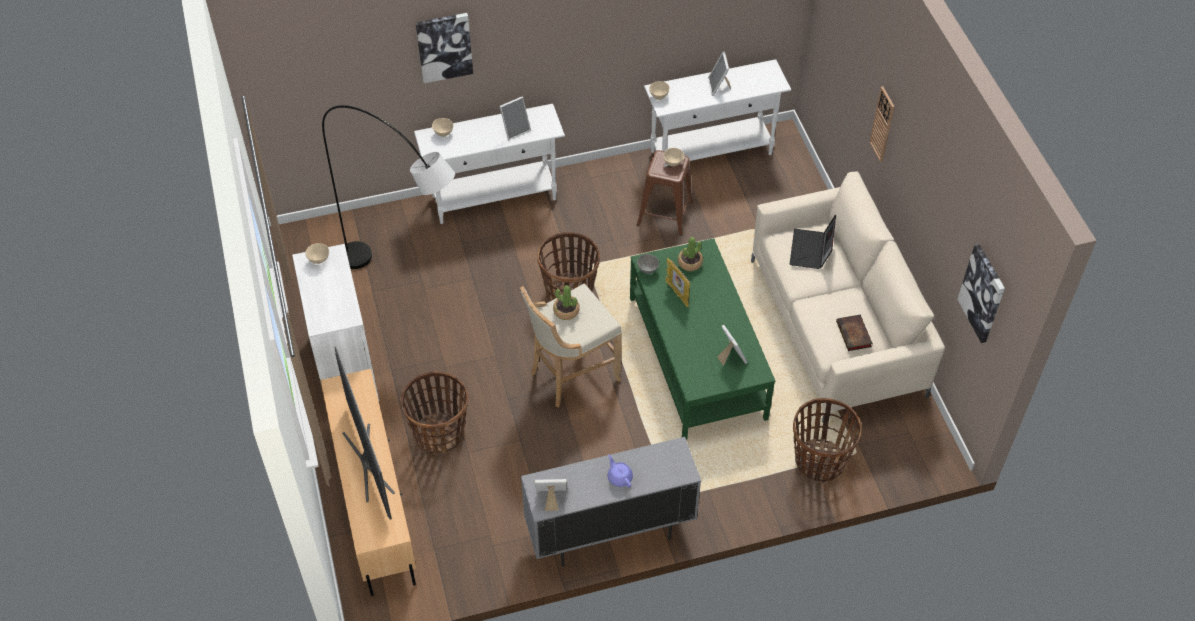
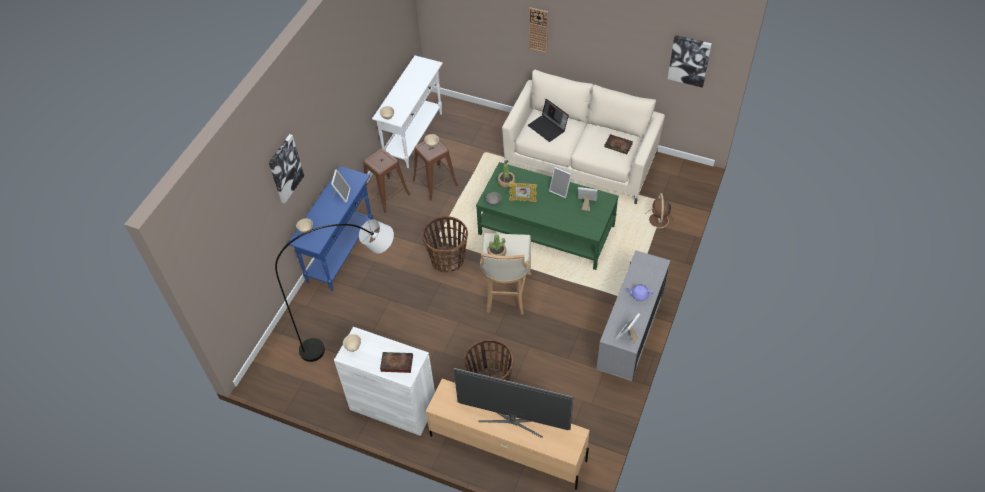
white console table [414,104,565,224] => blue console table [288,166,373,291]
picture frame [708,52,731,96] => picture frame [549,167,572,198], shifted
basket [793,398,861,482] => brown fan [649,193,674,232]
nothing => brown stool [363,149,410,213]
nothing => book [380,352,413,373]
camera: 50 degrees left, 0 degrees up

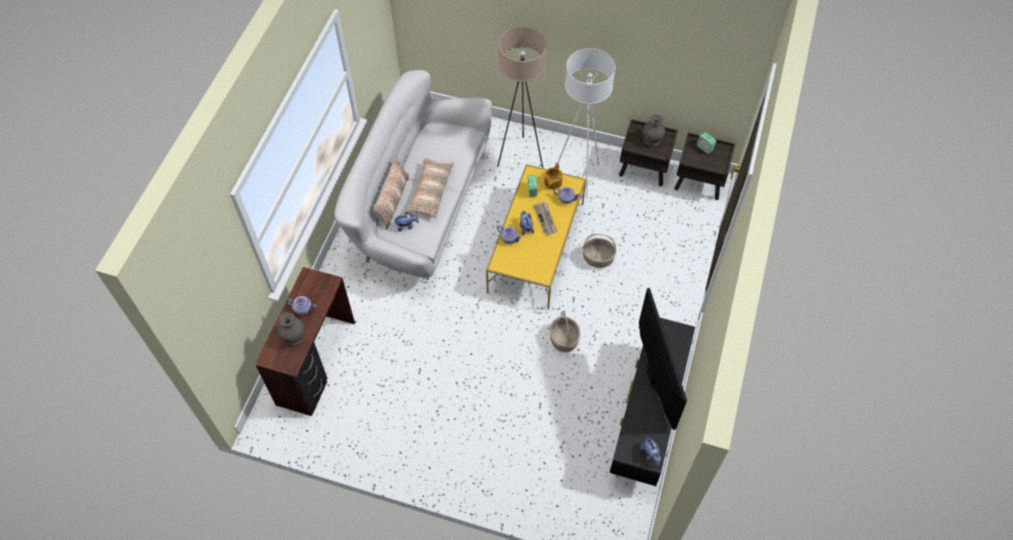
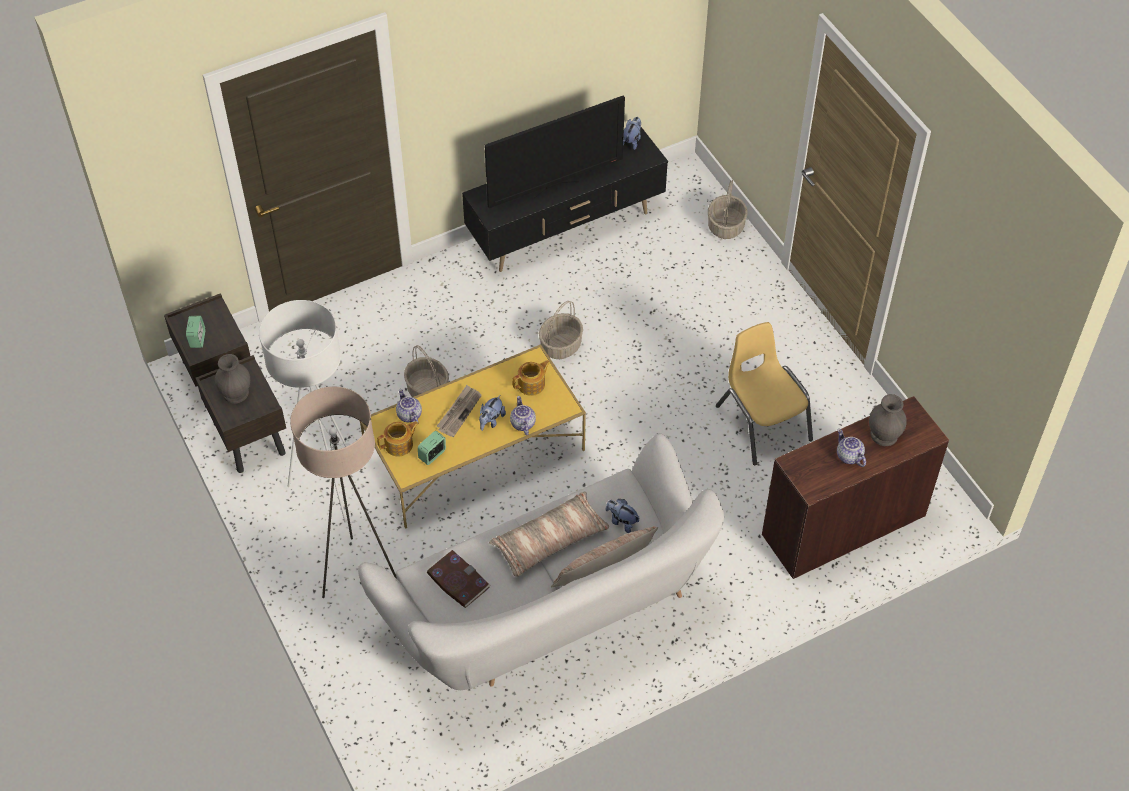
television [639,288,687,430] => television [484,96,625,208], 150 degrees counterclockwise
nothing => book [427,550,491,608]
nothing => teapot [512,360,551,396]
nothing => basket [708,180,747,239]
nothing => yellow chair [716,322,813,465]
camera: 135 degrees left, 5 degrees down

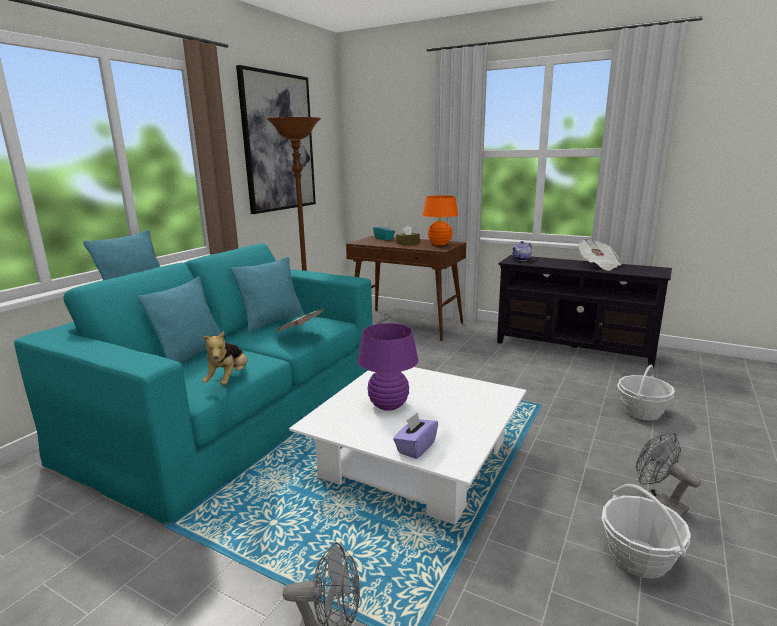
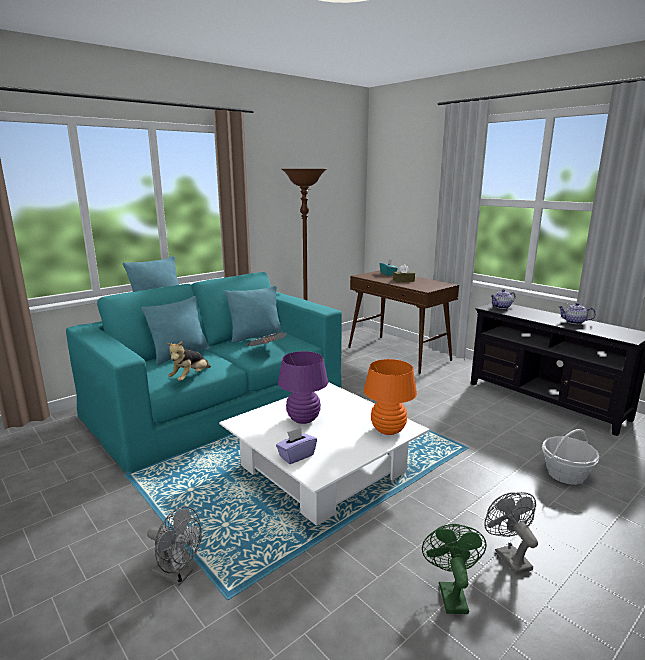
picture [236,65,316,214] => nothing
orange table lamp [423,196,458,245] => orange table lamp [364,359,417,435], shifted
newspaper [578,239,622,271] => teapot [558,303,596,324]
basket [602,484,691,579] => green fan [422,524,487,614]
camera: 20 degrees right, 0 degrees up

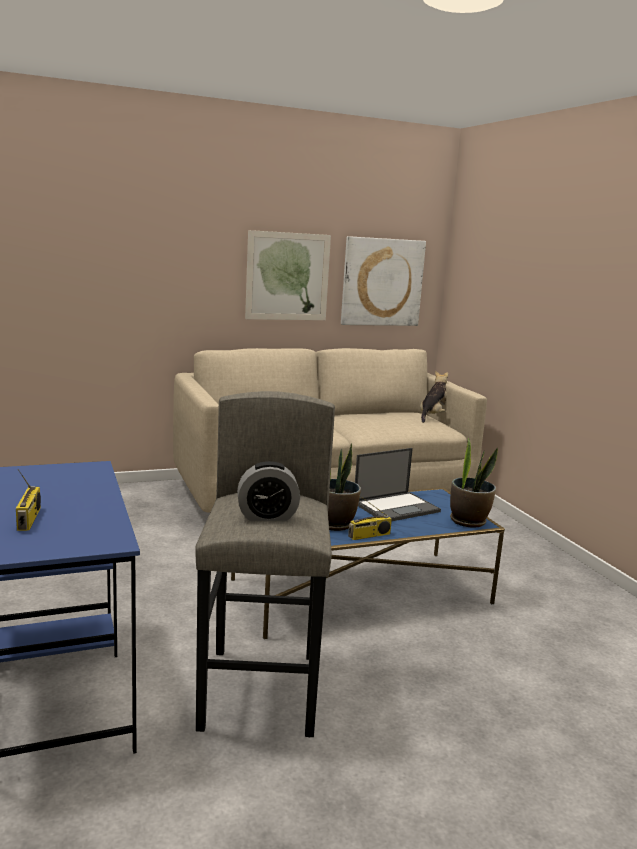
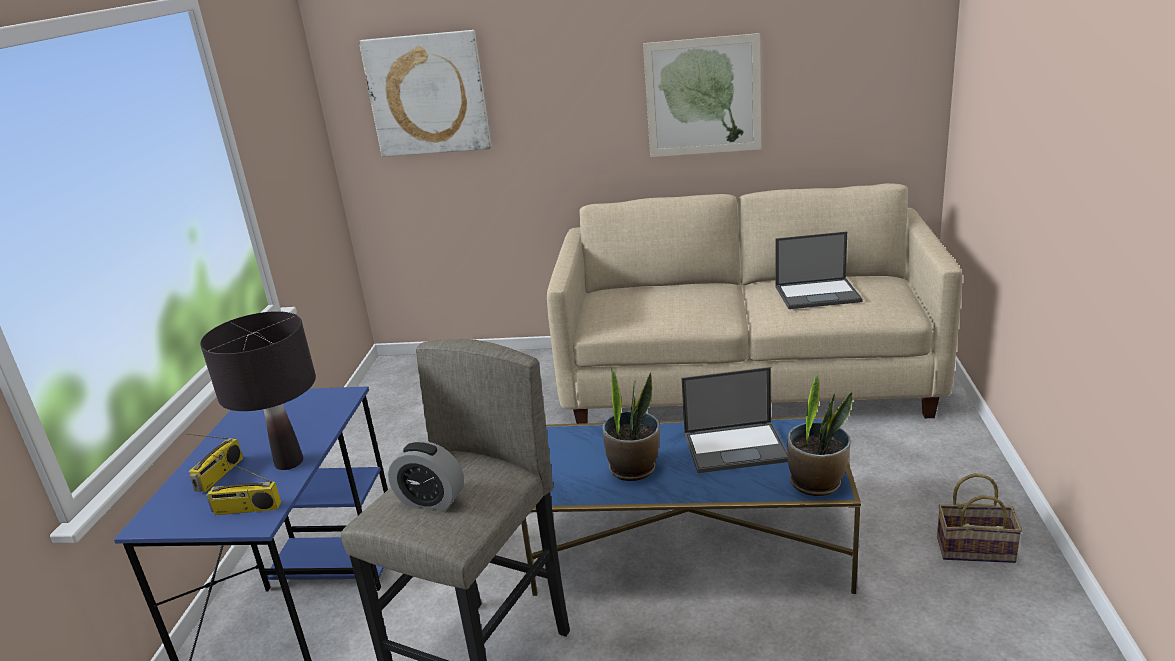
picture [341,236,426,326] => picture [359,30,491,157], shifted
radio [348,495,392,540] => radio [206,454,281,515], shifted
plush toy [420,371,448,423] => nothing
nothing => black table lamp [200,311,316,470]
nothing => laptop [775,231,863,309]
nothing => basket [937,473,1022,563]
camera: 30 degrees right, 10 degrees up

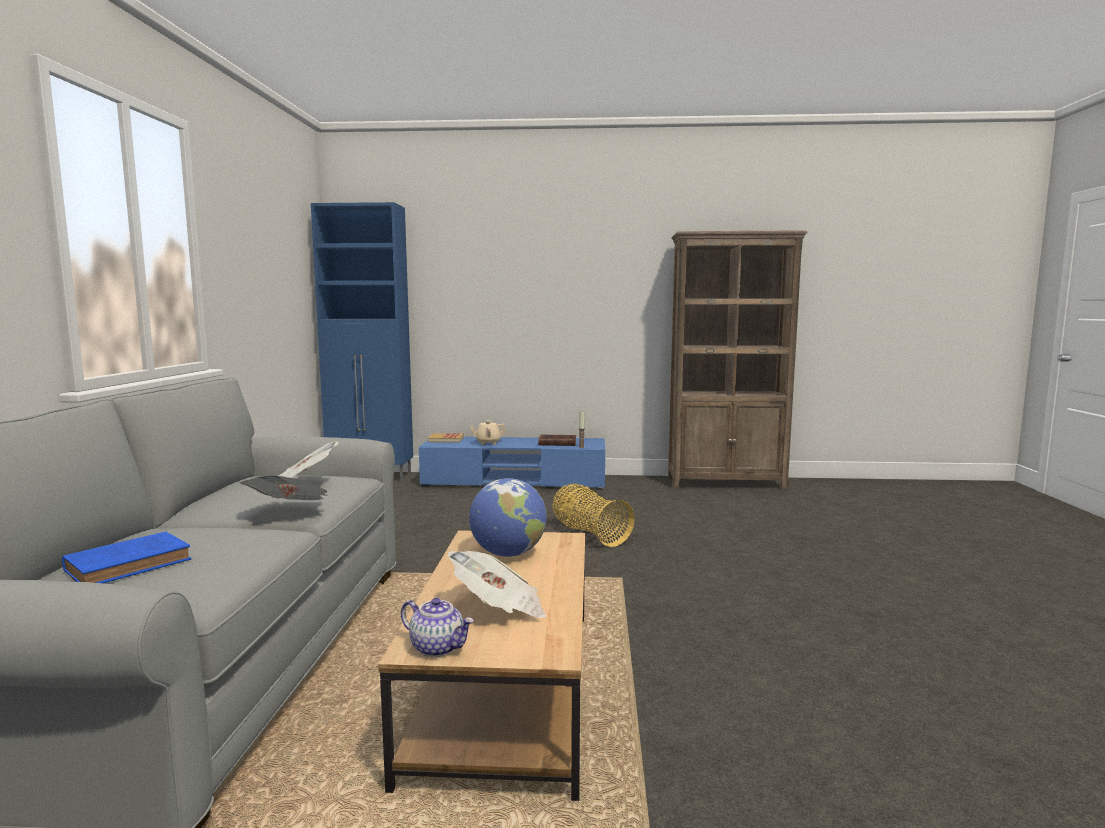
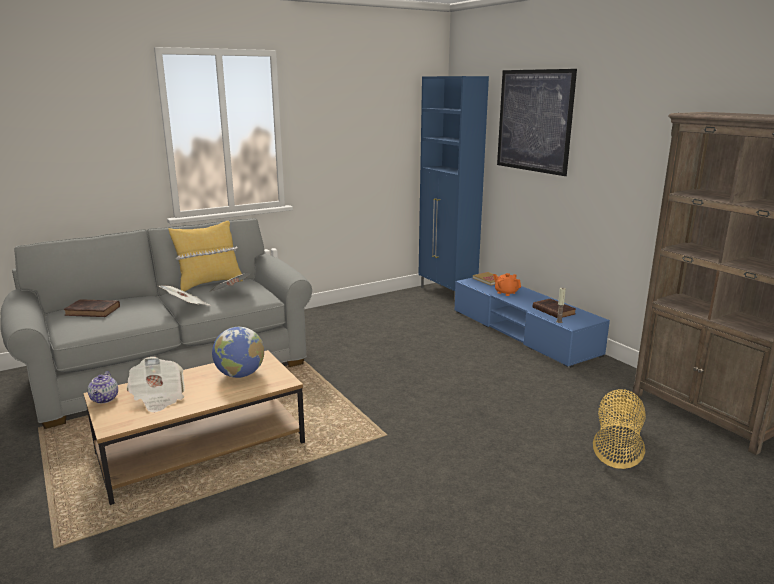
blue book [62,532,191,583] => brown book [64,299,120,317]
beige teapot [470,420,506,445] => orange teapot [493,273,521,296]
basket [552,484,635,547] => basket [593,389,646,469], shifted
nothing => yellow pillow [168,221,243,292]
nothing => picture [497,69,577,176]
camera: 55 degrees right, 10 degrees up

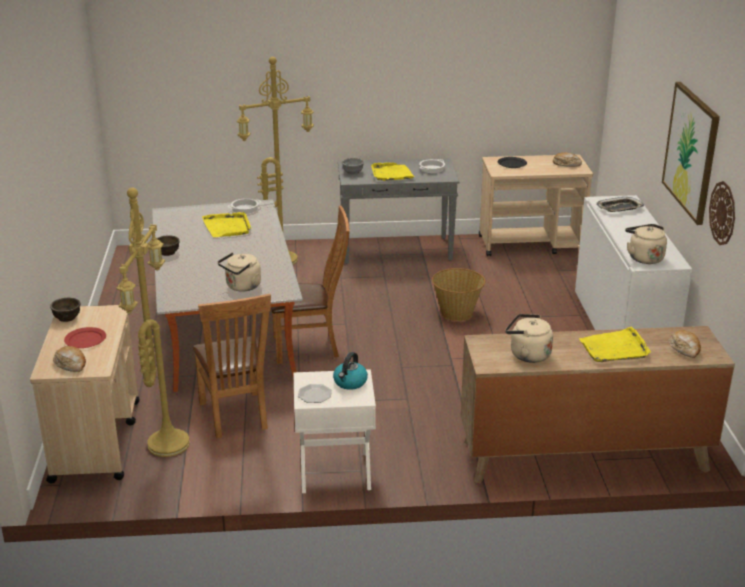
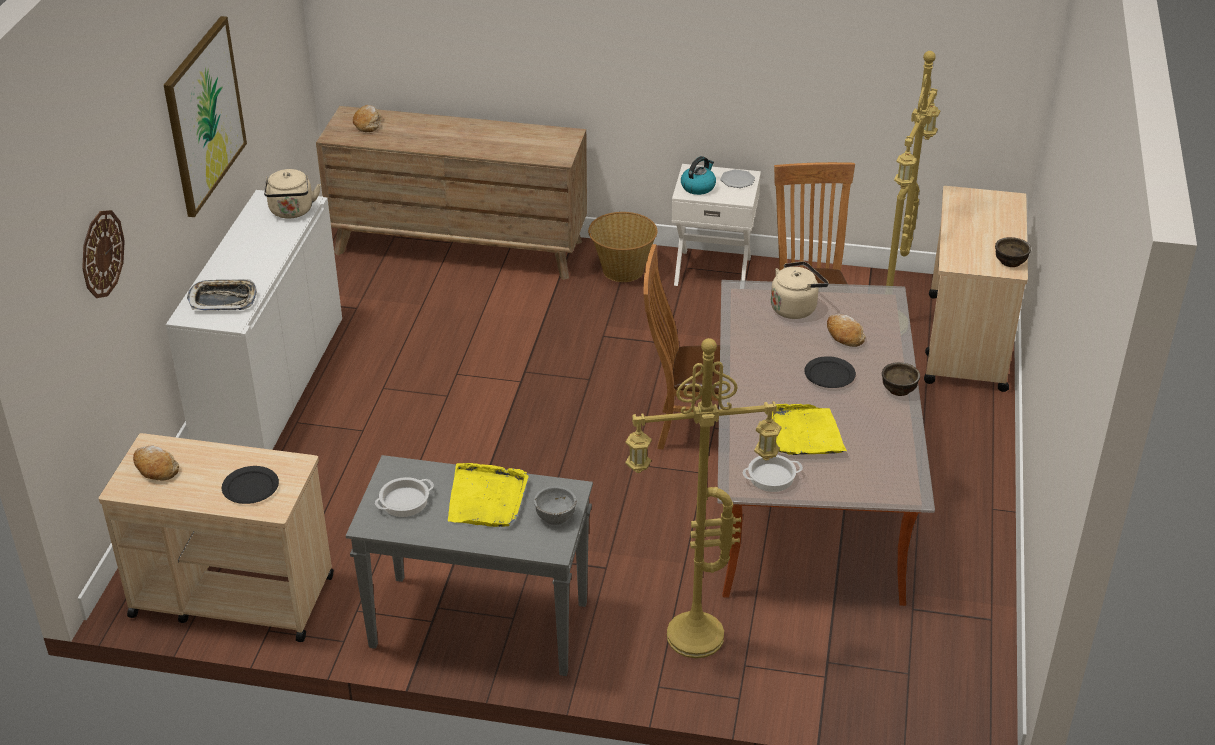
bread [53,346,86,372] => bread [827,314,866,347], shifted
red plate [64,327,106,348] => nothing
basket [432,268,485,321] => basket [588,212,658,282], shifted
beige kettle [505,314,553,363] => nothing
yellow tray [579,327,651,362] => nothing
wall clock [709,181,735,245] => wall clock [82,210,125,298], shifted
nothing => black plate [804,356,856,388]
camera: 165 degrees left, 10 degrees up

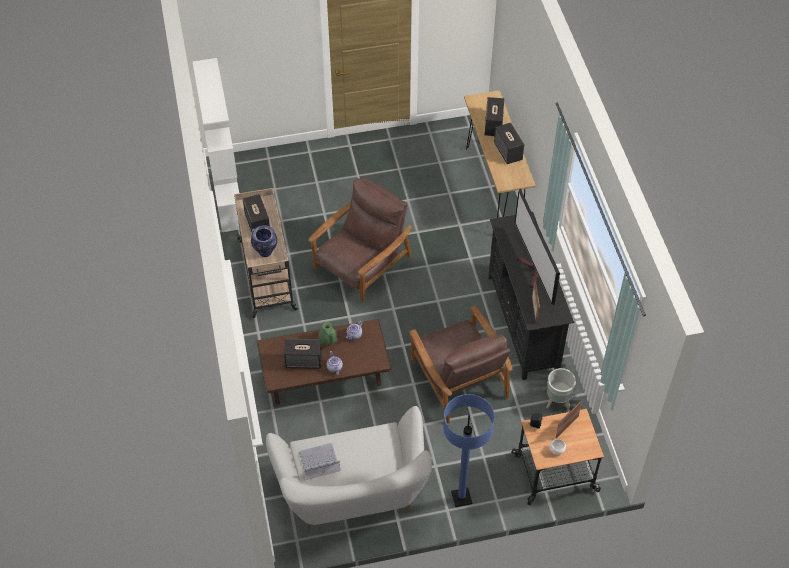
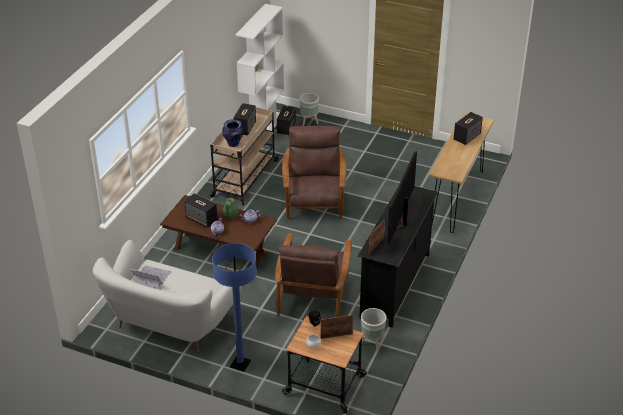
brown armchair [308,177,411,303] => brown armchair [282,126,347,219], 75 degrees counterclockwise
speaker [494,123,524,164] => speaker [277,106,296,135], shifted
nothing => grey planter [299,93,319,126]
camera: 35 degrees right, 15 degrees down

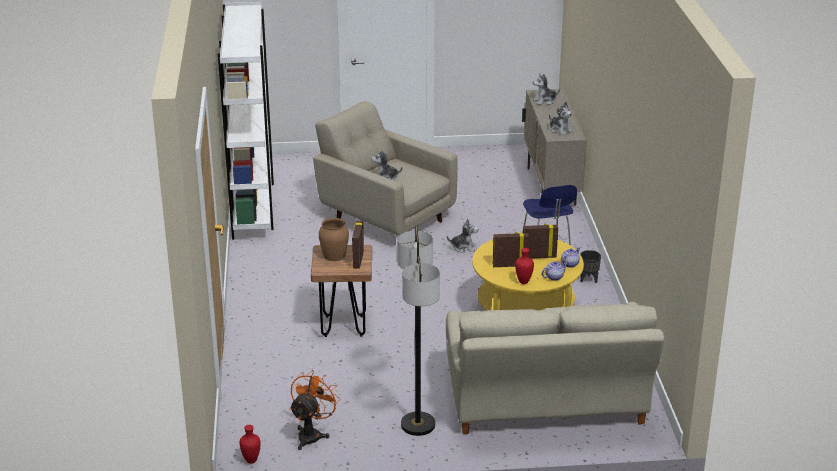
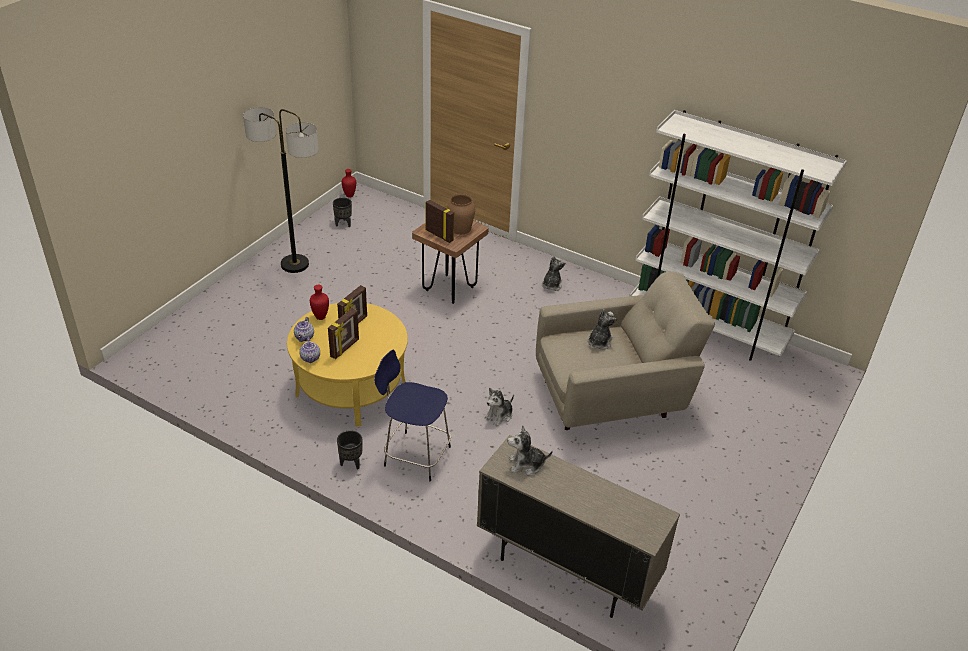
orange fan [290,370,340,450] => black planter [333,198,352,227]
beige sofa [446,302,664,434] => nothing
plush toy [533,74,560,105] => plush toy [542,256,566,291], shifted
camera: 125 degrees right, 10 degrees up

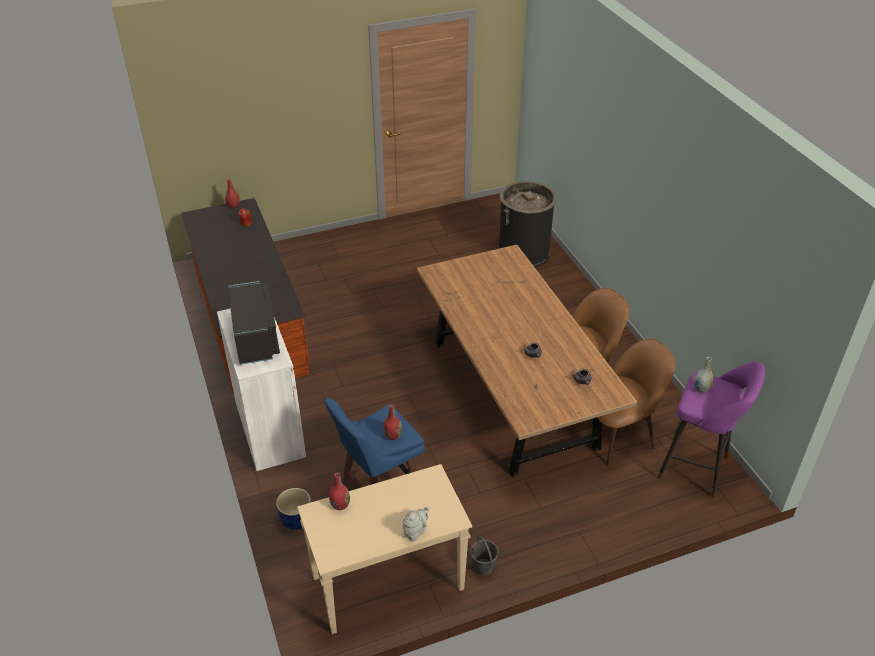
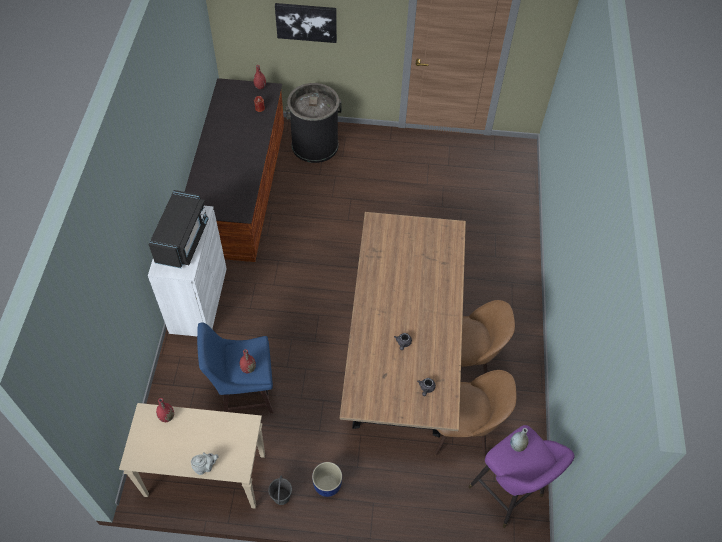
blue planter [276,488,311,530] => blue planter [312,462,342,497], shifted
black trash can [498,181,557,268] => black trash can [286,83,342,163], shifted
nothing => picture [275,3,337,43]
camera: 25 degrees right, 15 degrees up

